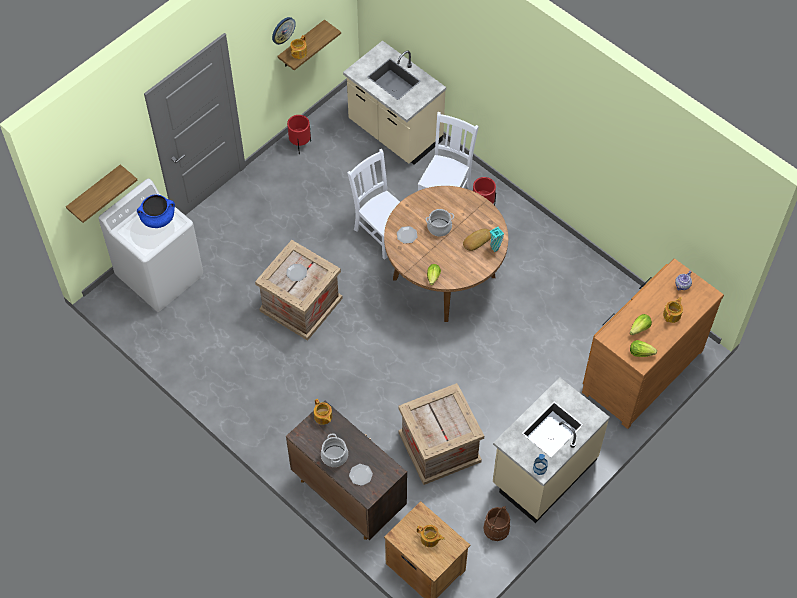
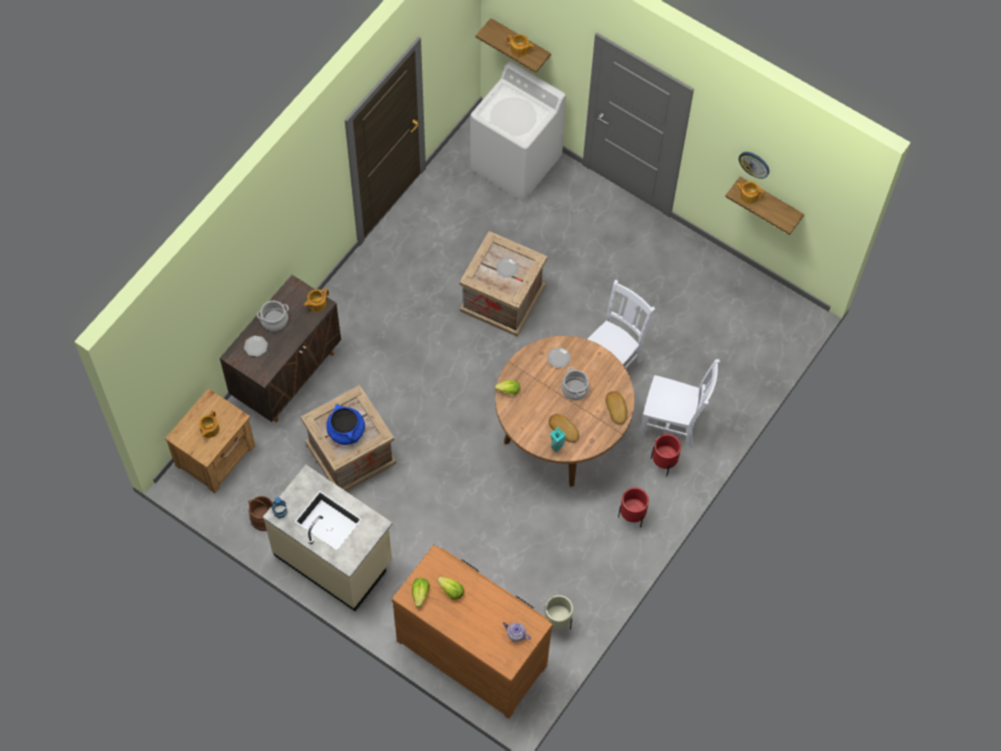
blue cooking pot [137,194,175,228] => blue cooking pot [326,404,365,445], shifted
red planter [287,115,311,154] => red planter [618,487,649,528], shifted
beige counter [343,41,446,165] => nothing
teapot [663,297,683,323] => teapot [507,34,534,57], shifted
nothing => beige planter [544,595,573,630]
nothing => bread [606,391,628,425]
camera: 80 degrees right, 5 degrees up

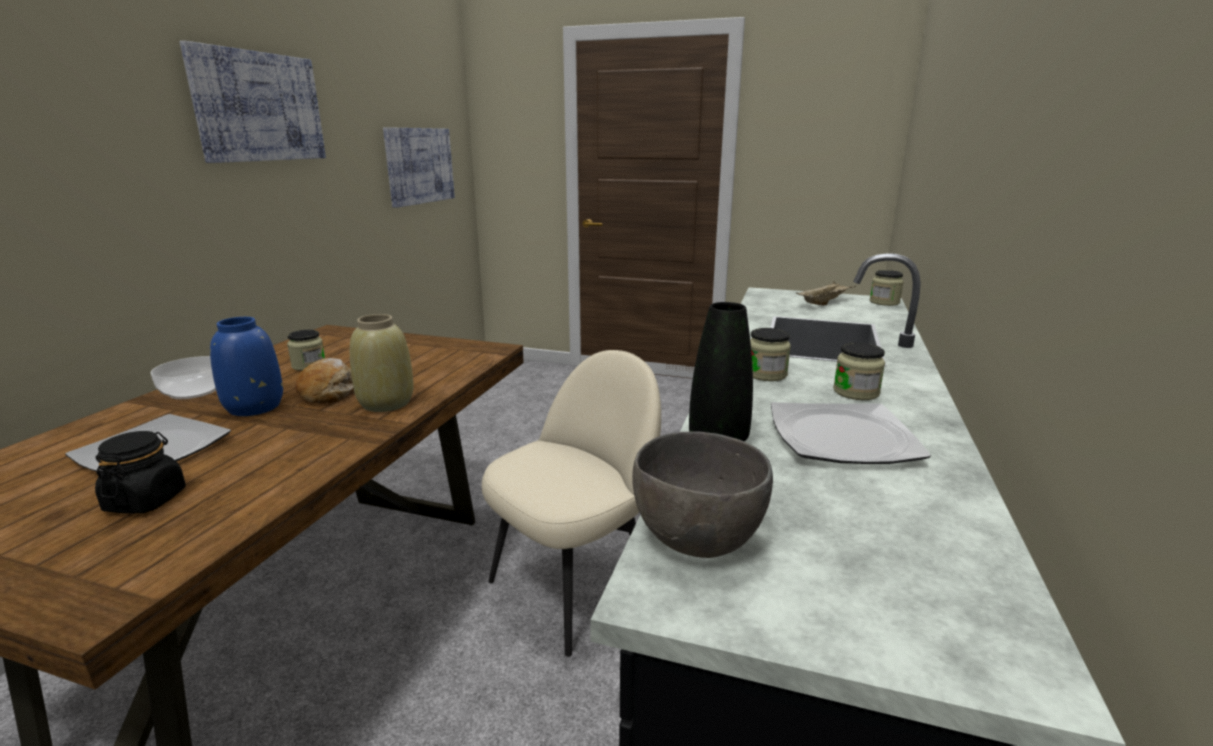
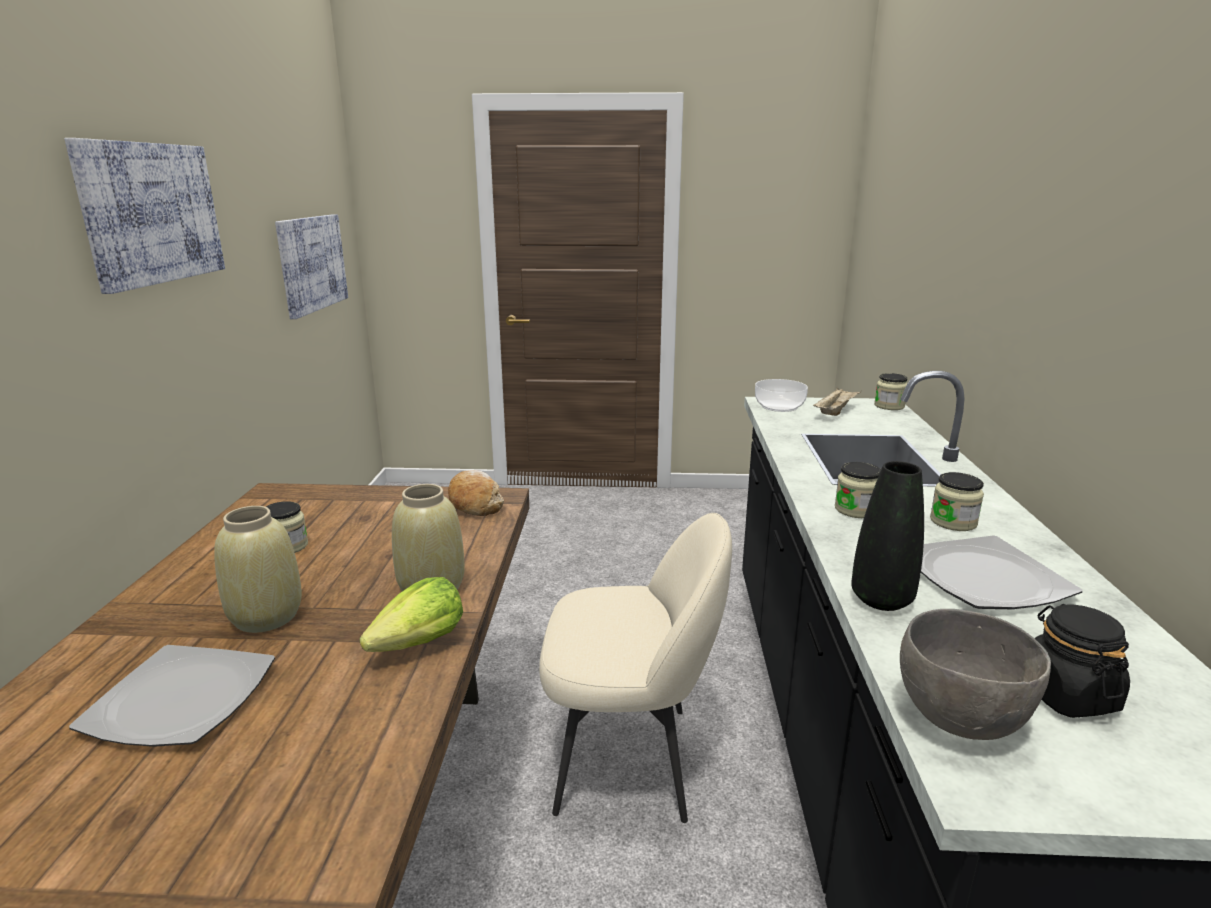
black jar [95,431,186,513] => black jar [1034,604,1130,718], shifted
bowl [151,356,216,399] => bowl [755,379,808,412], shifted
blue vase [210,317,283,416] => beige vase [214,506,302,633]
bread [295,358,353,404] => bread [448,470,504,516], shifted
beige chair [482,350,661,657] => beige chair [539,513,732,823], 60 degrees clockwise
nothing => lettuce [359,577,463,652]
camera: 15 degrees left, 0 degrees up

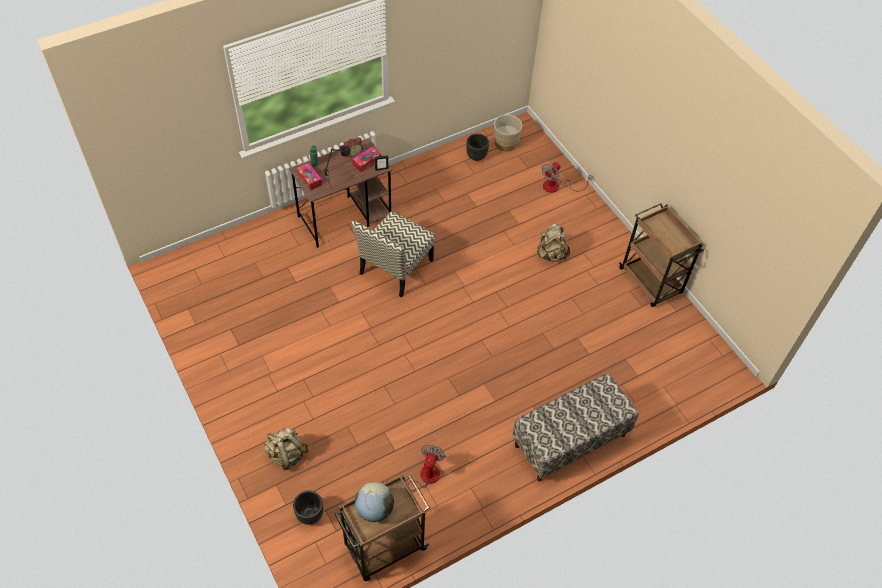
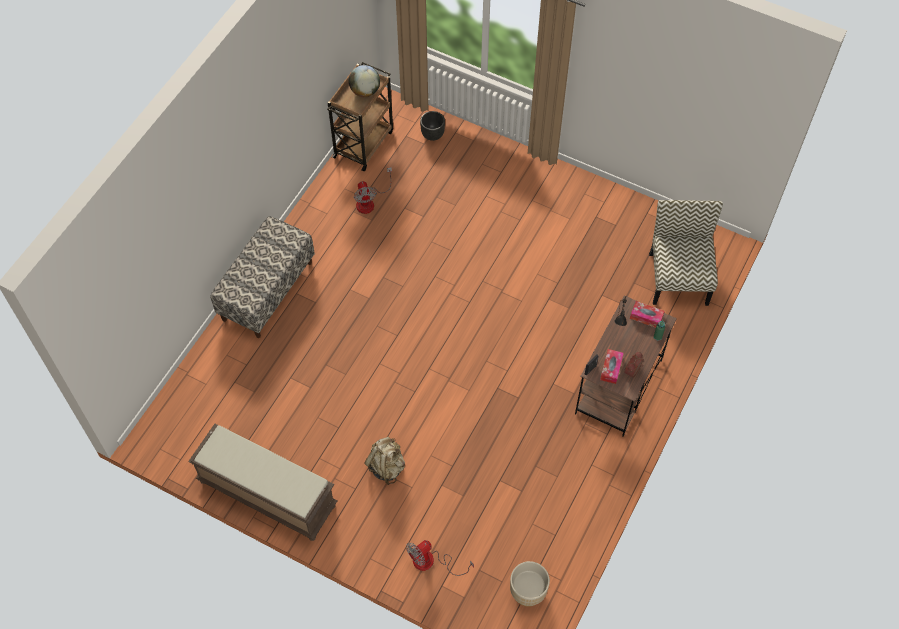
beige backpack [264,427,308,470] => nothing
chair [352,211,436,298] => chair [649,200,723,306], shifted
black planter [466,134,489,161] => nothing
fan [541,162,592,193] => fan [406,540,474,576], 135 degrees counterclockwise
brown cart [619,203,704,307] => brown bench [188,424,338,541]
camera: 150 degrees right, 5 degrees up

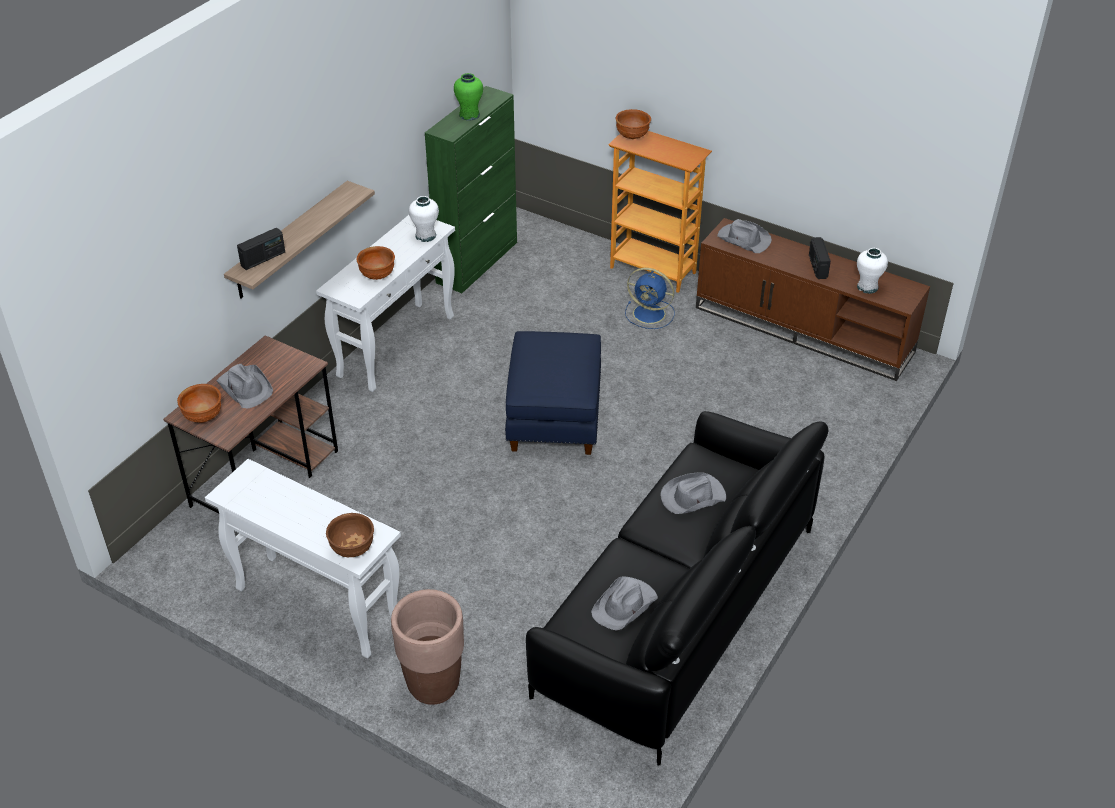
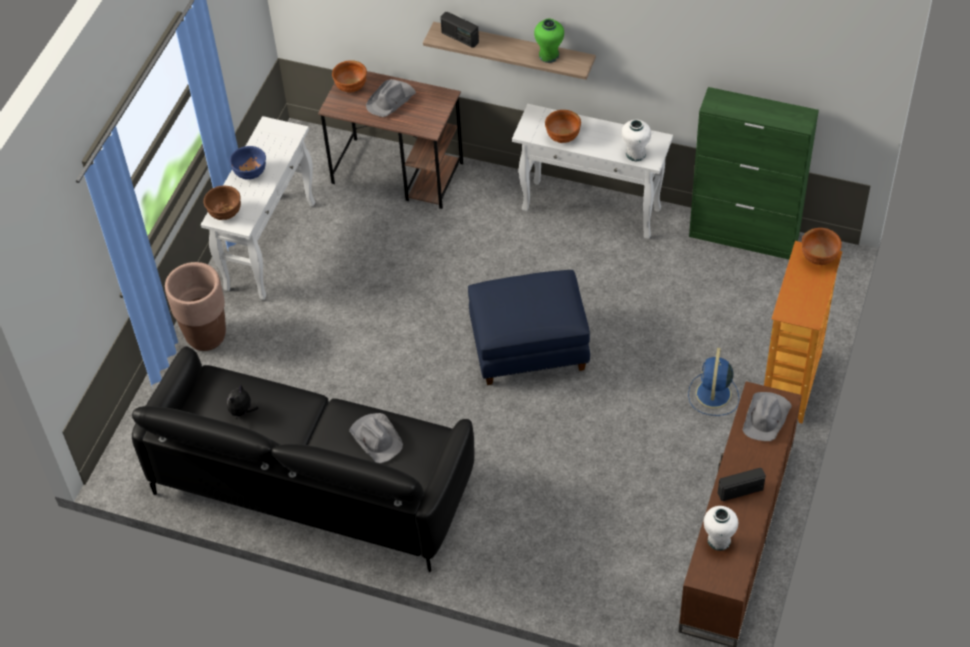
green vase [454,73,483,120] => green vase [534,19,564,63], shifted
grey hat [591,576,658,631] => plush toy [227,385,259,420]
nothing => blue bowl [230,146,266,180]
camera: 80 degrees right, 10 degrees up

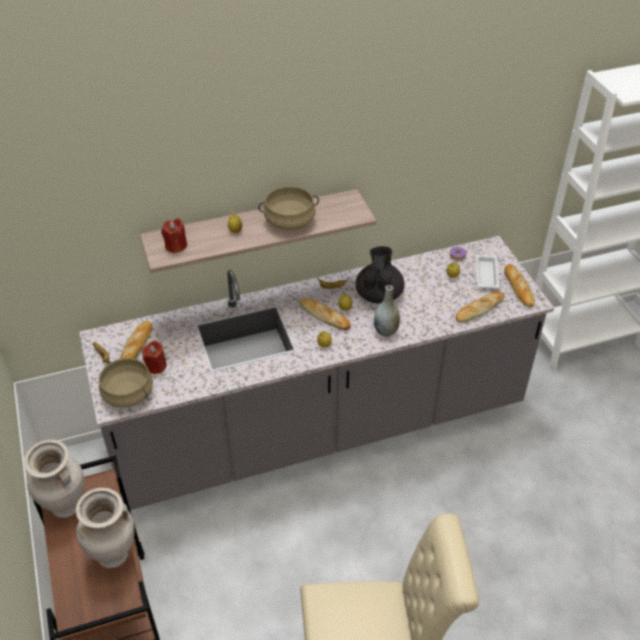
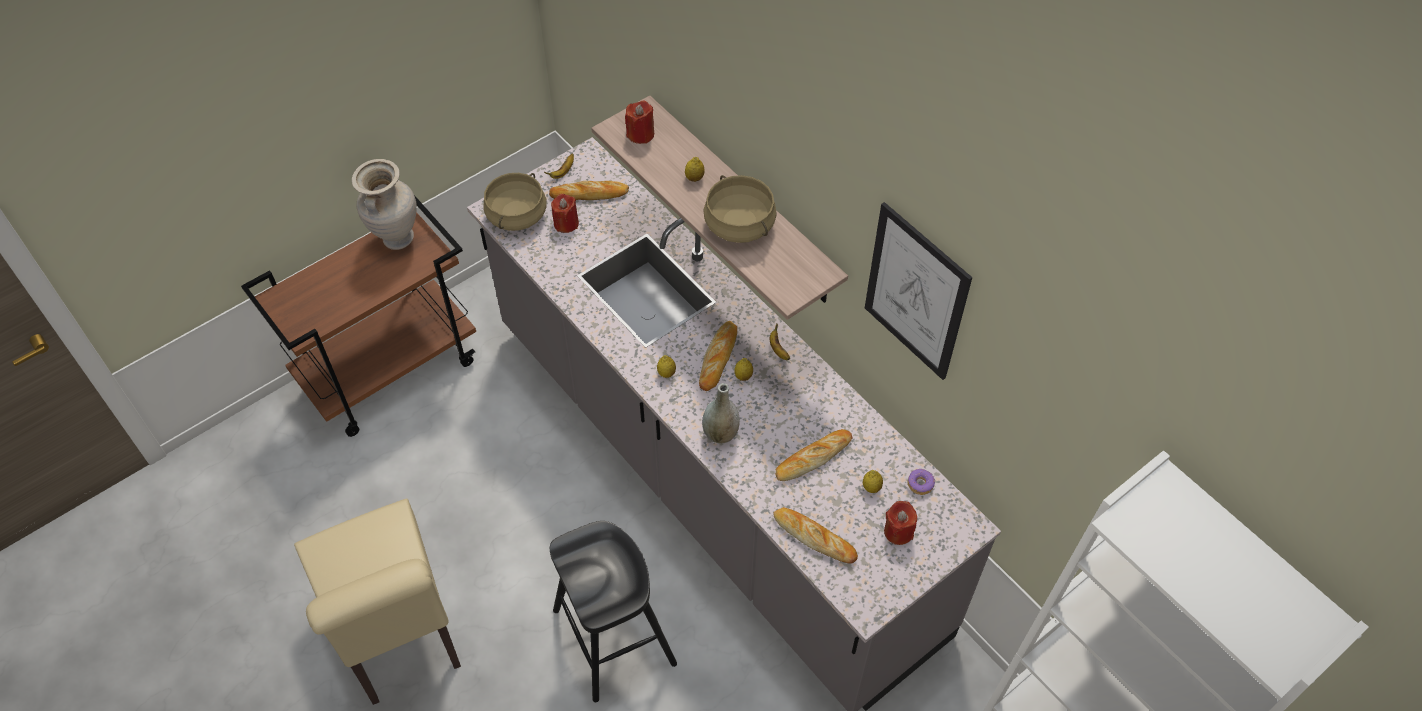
beige vase [76,488,135,568] => nothing
black teapot [356,246,405,304] => nothing
white tray [476,255,499,289] => red candle [884,501,917,545]
bread [504,264,535,307] => bread [775,429,853,481], shifted
nothing => black stool [550,521,677,702]
nothing => picture [865,202,972,380]
camera: 70 degrees right, 10 degrees up

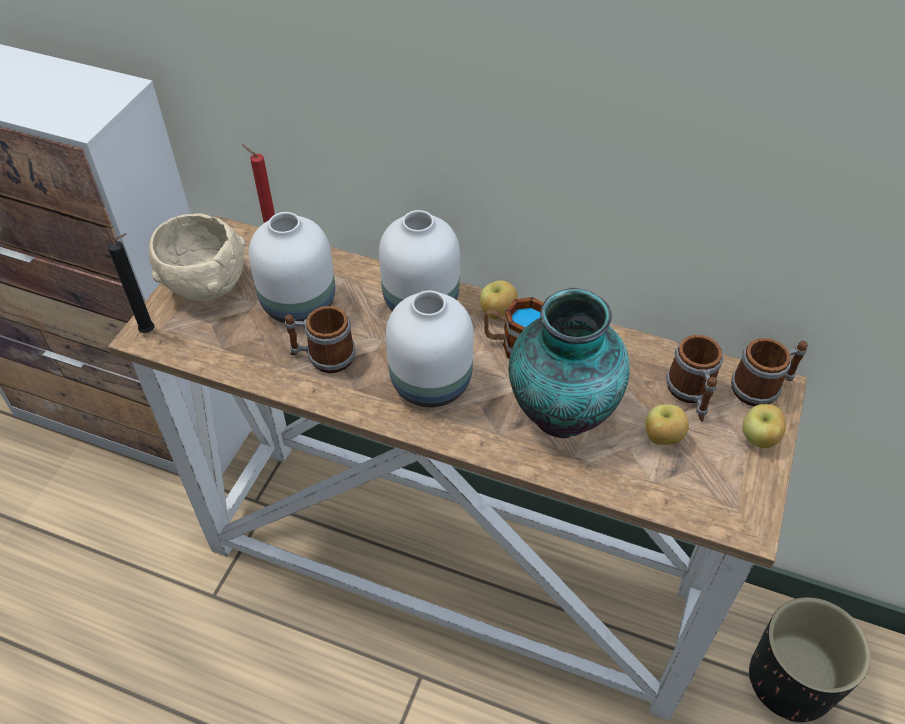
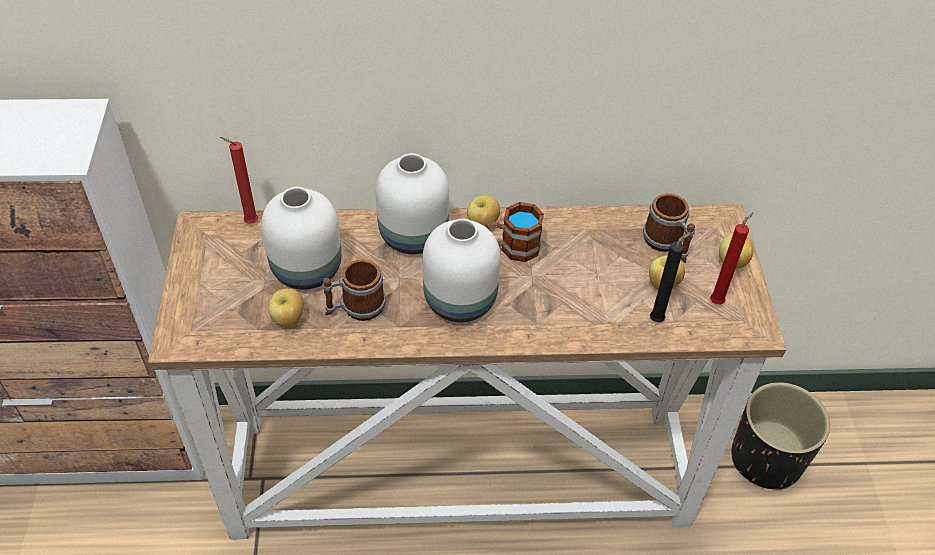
black candle [108,233,154,333] => black candle [650,232,692,322], shifted
beige bowl [149,213,246,301] => nothing
vase [509,288,630,438] => nothing
mug [731,338,808,406] => nothing
nothing => apple [268,288,304,327]
nothing => red candle [710,212,754,305]
camera: 25 degrees left, 0 degrees up

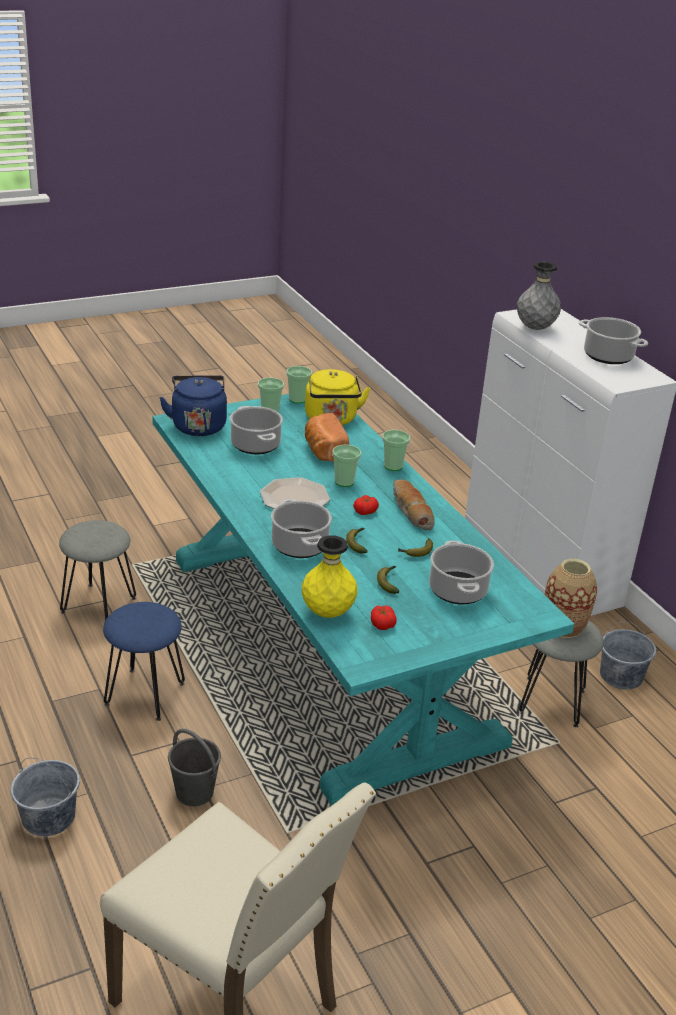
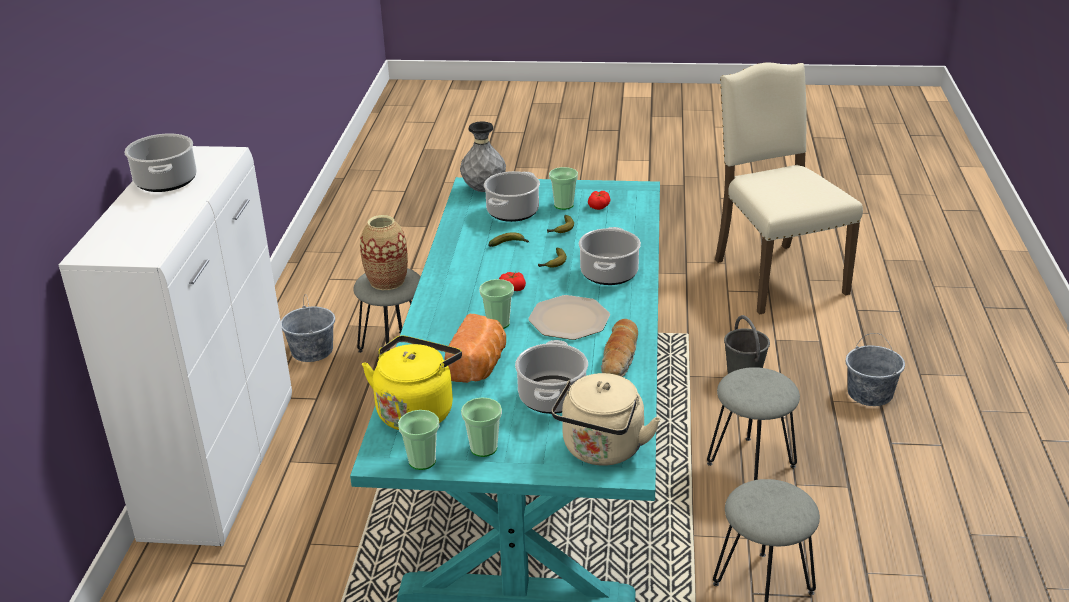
blue stool [103,602,185,721] => grey stool [707,367,800,480]
blue kettle [159,375,227,436] => beige kettle [551,373,661,466]
yellow vase [302,535,358,618] => nothing
cup [382,430,410,471] => cup [549,167,578,210], shifted
bread [393,480,435,530] => bread [601,319,638,377], shifted
grey vase [517,261,561,330] => grey vase [460,122,506,192], shifted
camera: 145 degrees left, 0 degrees up

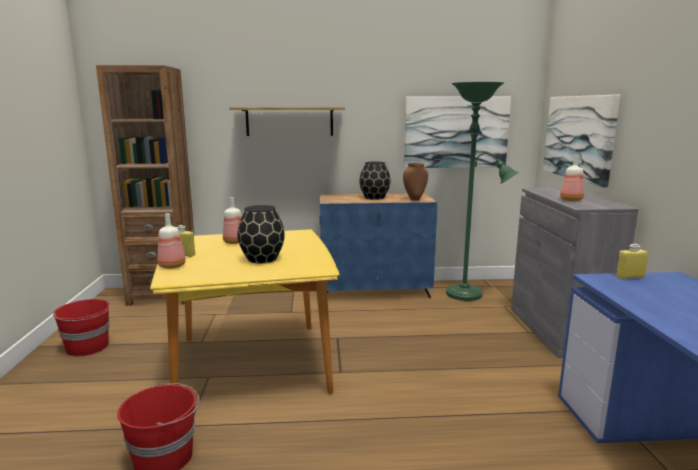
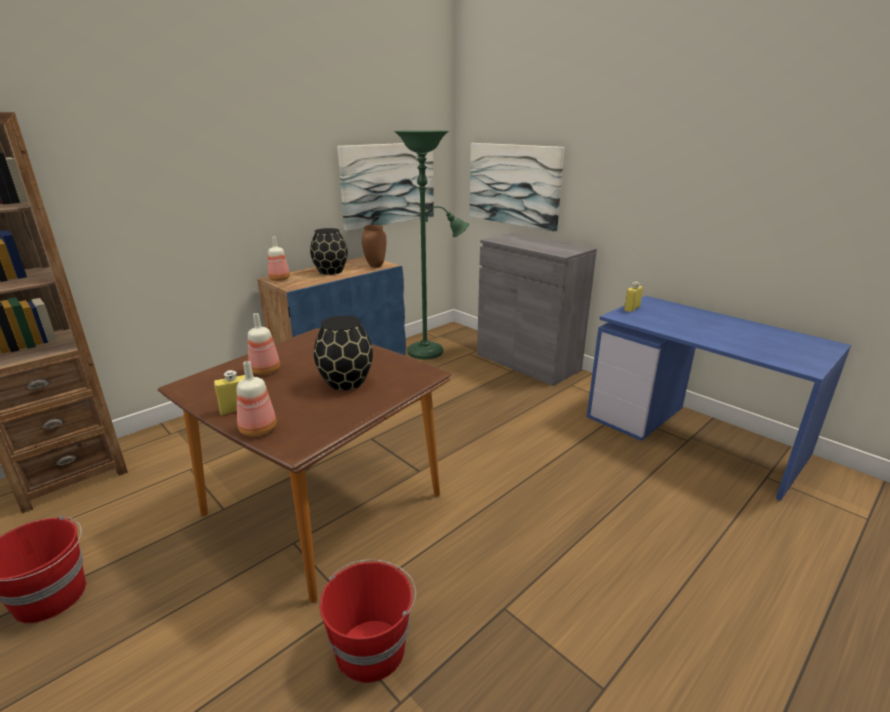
yellow dining table [150,229,340,394] => brown dining table [158,328,451,603]
shelf [229,107,345,136] => nothing
bottle [560,155,584,201] => bottle [268,236,290,281], shifted
camera: 40 degrees left, 10 degrees up

